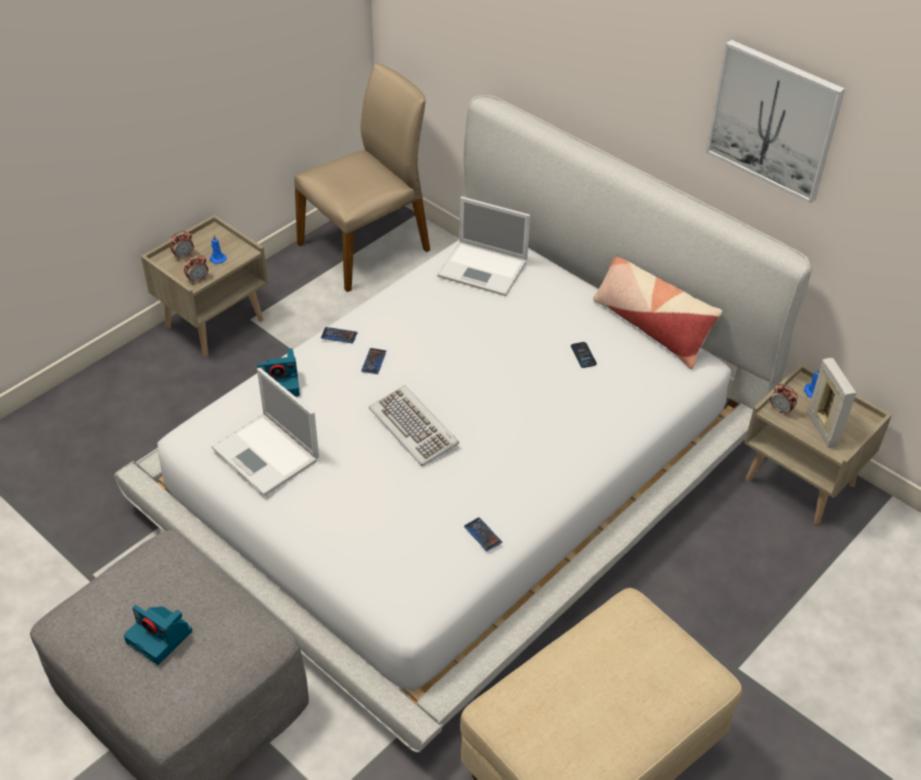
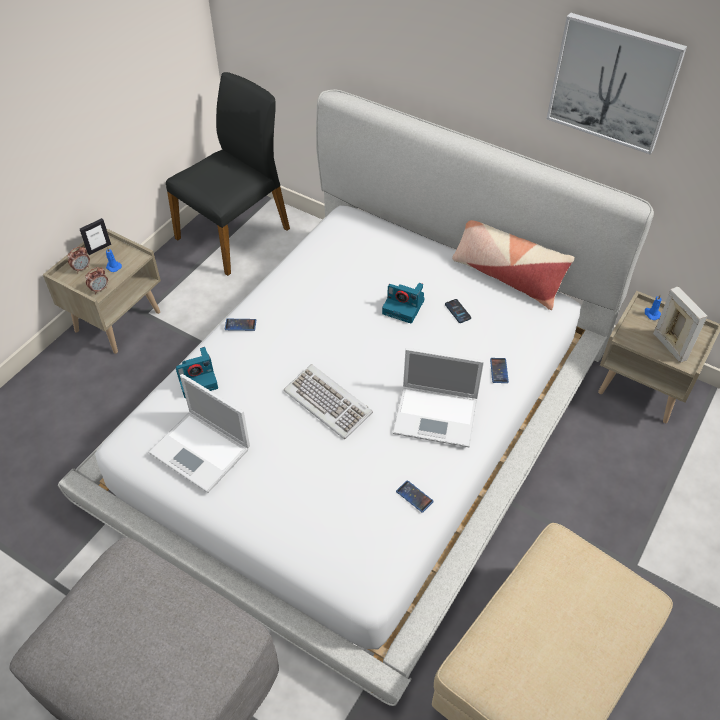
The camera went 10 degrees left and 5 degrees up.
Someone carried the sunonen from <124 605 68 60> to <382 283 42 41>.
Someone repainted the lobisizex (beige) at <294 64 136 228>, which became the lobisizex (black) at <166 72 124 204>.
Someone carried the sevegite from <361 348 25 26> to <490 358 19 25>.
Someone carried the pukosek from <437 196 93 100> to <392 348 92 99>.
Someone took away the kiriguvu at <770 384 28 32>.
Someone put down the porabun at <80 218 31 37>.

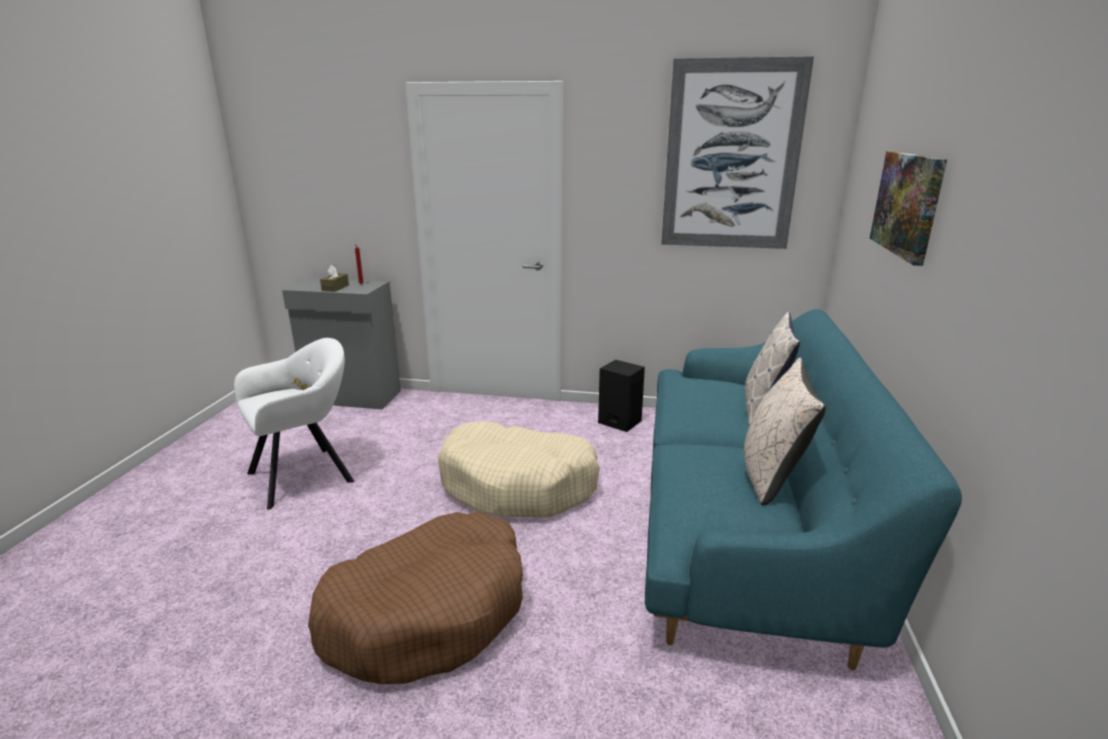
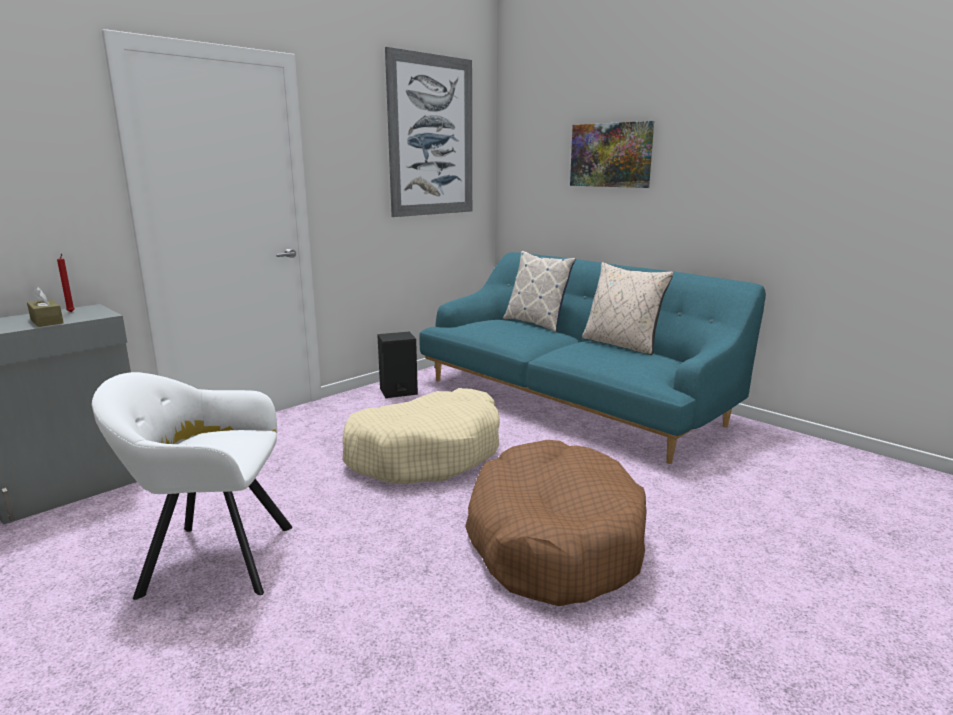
The camera went 55 degrees left and 5 degrees down.
Someone rotated the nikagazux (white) at <234 338 120 172> by 90 degrees counterclockwise.

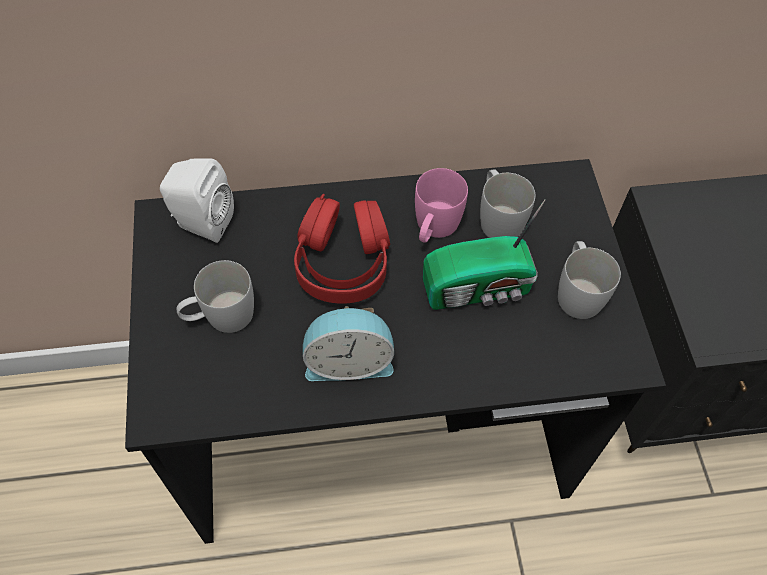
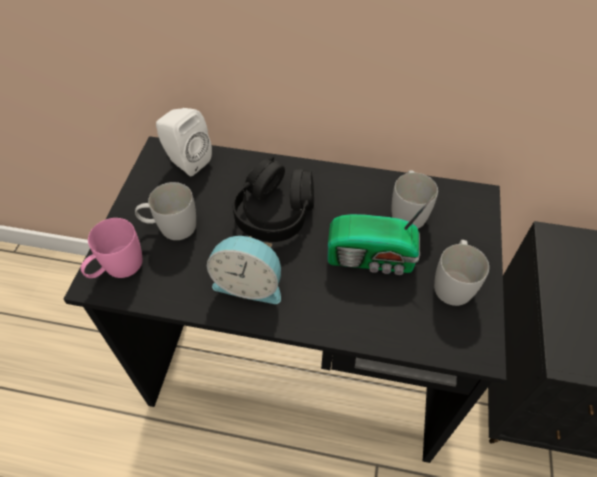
The camera went 20 degrees right and 5 degrees down.
Someone repainted the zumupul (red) at <294 194 96 110>, which became the zumupul (black) at <233 156 81 86>.
Someone carried the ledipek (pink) from <415 168 53 74> to <81 218 61 60>.

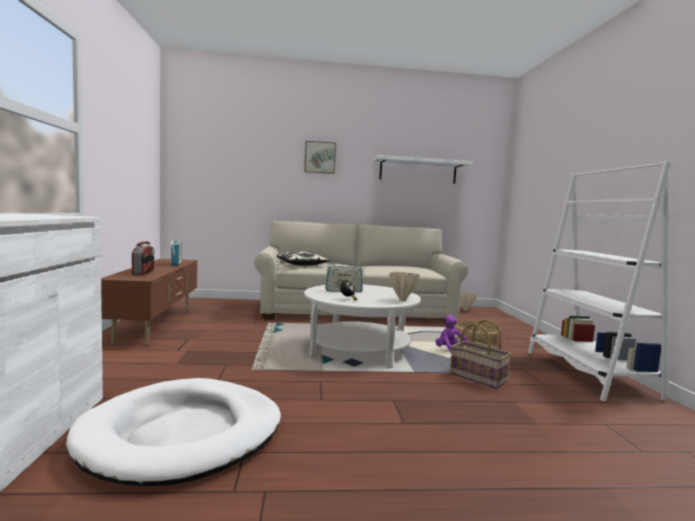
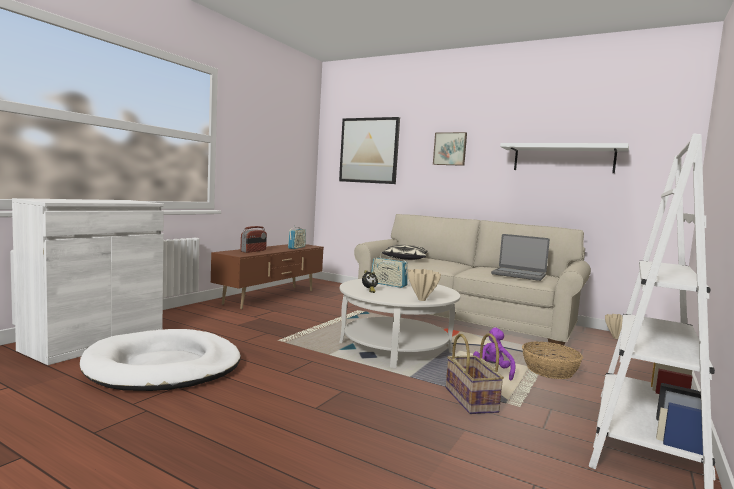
The camera went 35 degrees right and 0 degrees up.
Someone put up the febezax at <339 117 61 67>.
Someone put down the pukosek at <491 234 59 47>.

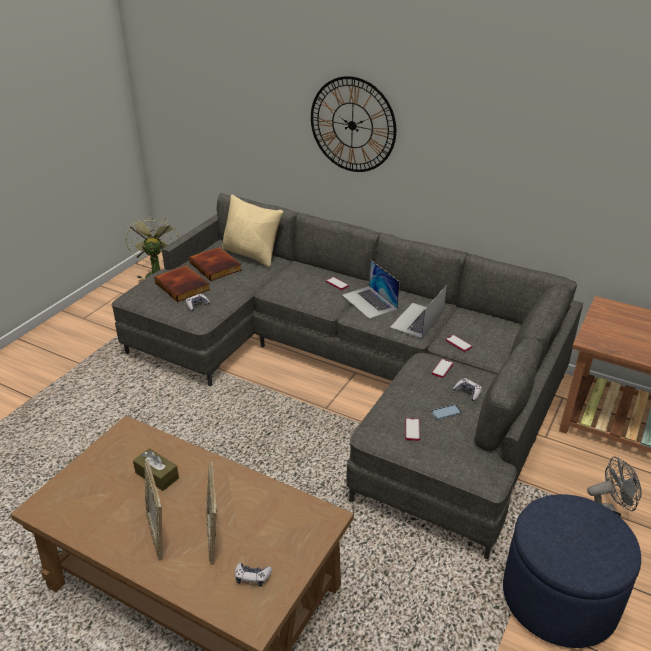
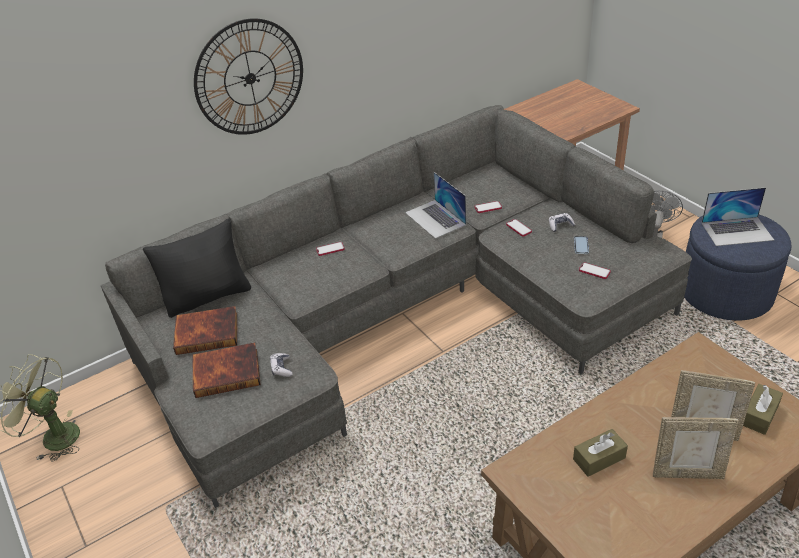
The camera went 60 degrees left and 5 degrees up.
Someone repainted the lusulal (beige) at <222 194 61 73>, which became the lusulal (black) at <143 218 108 100>.
Someone swapped the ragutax at <235 562 37 25> for the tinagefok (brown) at <743 384 40 51>.
Someone carried the pukosek from <342 260 58 59> to <702 187 72 59>.

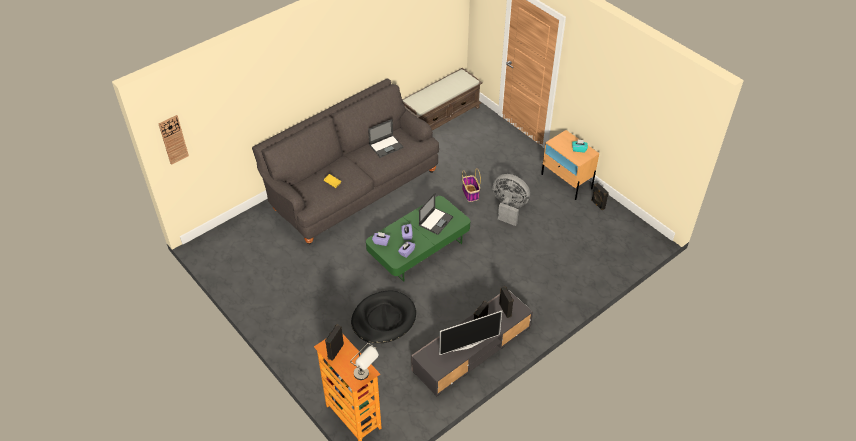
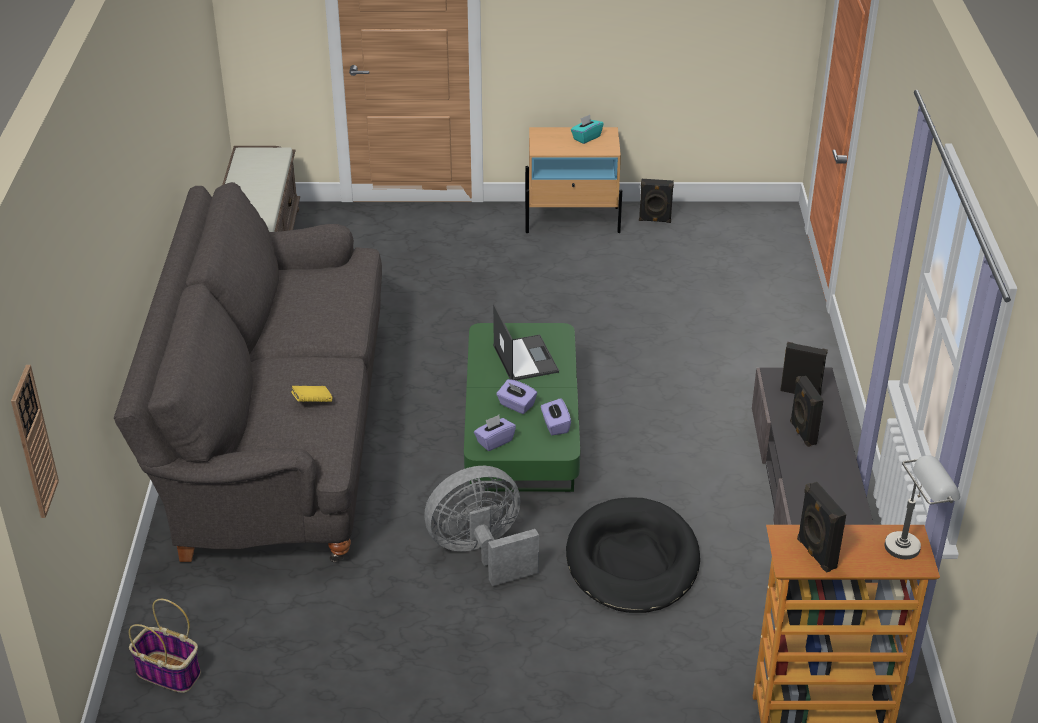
The camera went 50 degrees left and 10 degrees down.
Someone took away the pukosek at <368 119 36 39>.
Someone took away the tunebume at <439 311 63 44>.
Someone carried the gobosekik from <462 168 19 34> to <129 599 72 94>.
Someone carried the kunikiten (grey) from <493 174 37 52> to <424 466 115 120>.

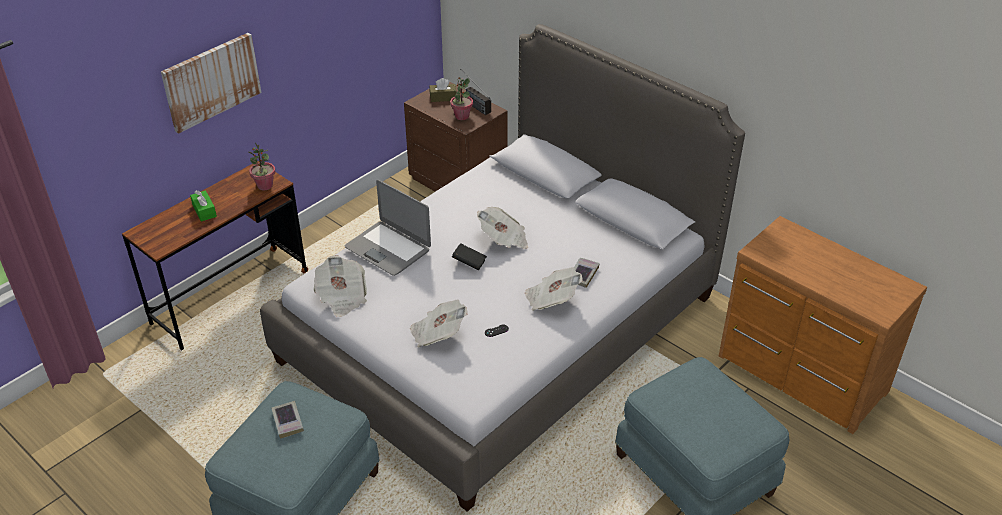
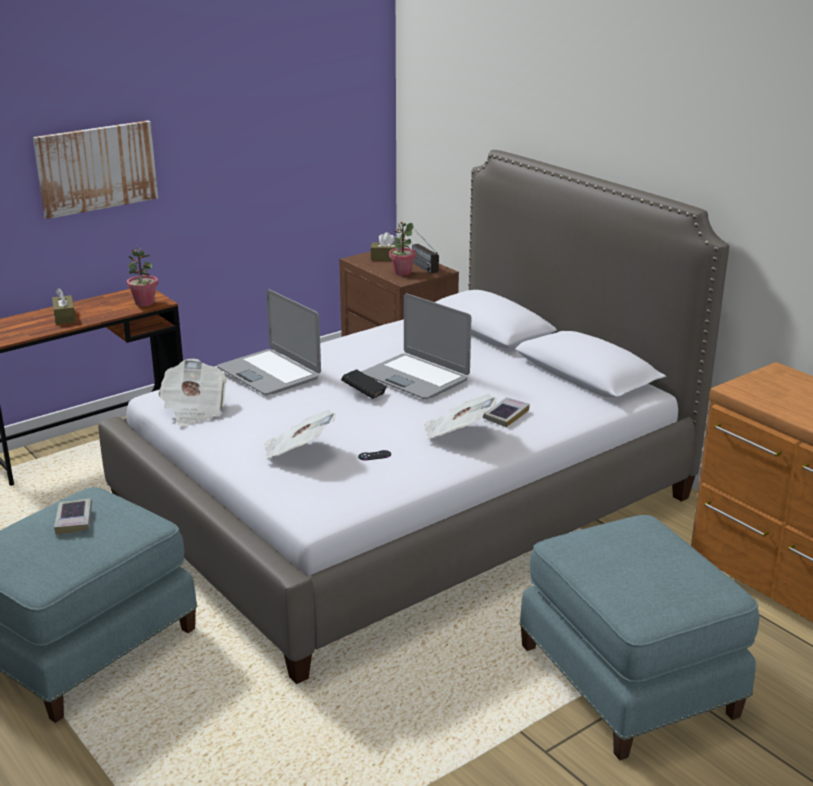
The camera went 10 degrees right and 15 degrees down.
Someone repainted the tinagefok (green) at <190 190 27 31>, which became the tinagefok (brown) at <52 288 24 37>.
Someone swapped the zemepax at <477 207 51 42> for the pukosek at <361 293 110 106>.

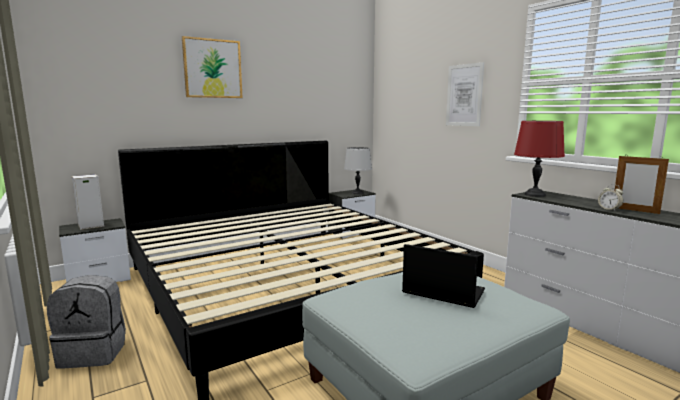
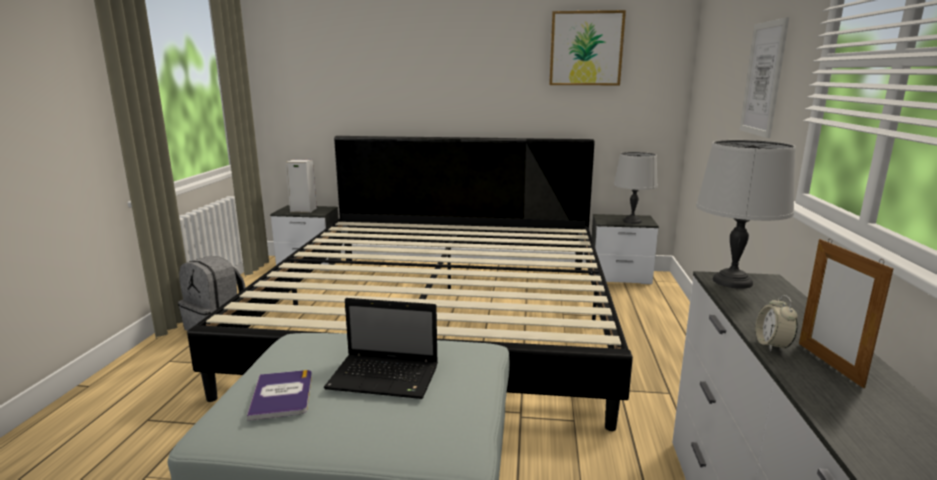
The camera went 40 degrees right and 5 degrees up.
Someone carried the febezax from <182 36 61 62> to <549 10 77 75>.
Someone rotated the pukosek at <402 244 83 64> by 120 degrees clockwise.
Someone repainted the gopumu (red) at <514 121 51 76>, which became the gopumu (grey) at <696 140 100 149>.
Someone put down the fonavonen at <247 370 65 50>.

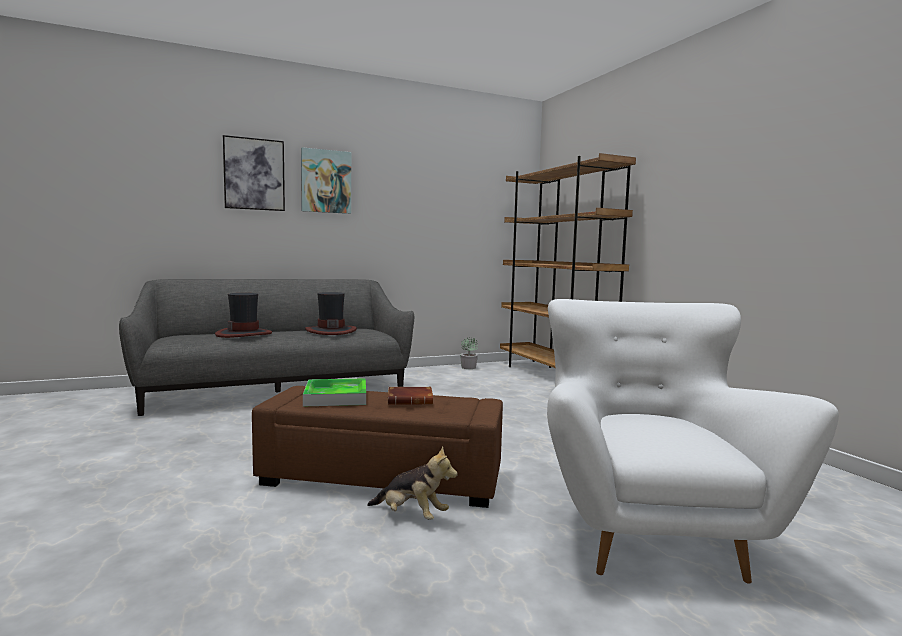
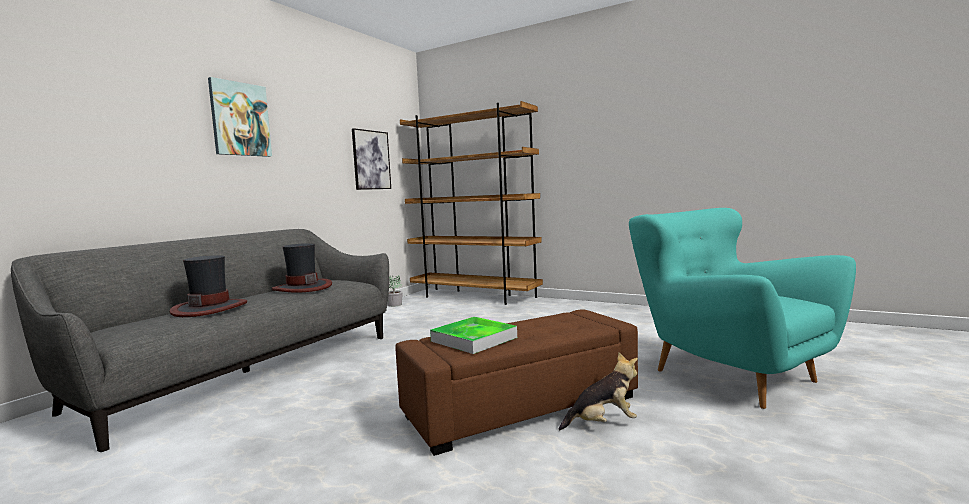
The camera went 35 degrees left and 0 degrees up.
Someone carried the febezax from <223 135 62 76> to <352 128 39 62>.
Someone took away the fonavonen (brown) at <388 387 45 18>.
Someone repainted the nikagazux (white) at <547 299 292 285>, which became the nikagazux (turquoise) at <629 208 227 201>.

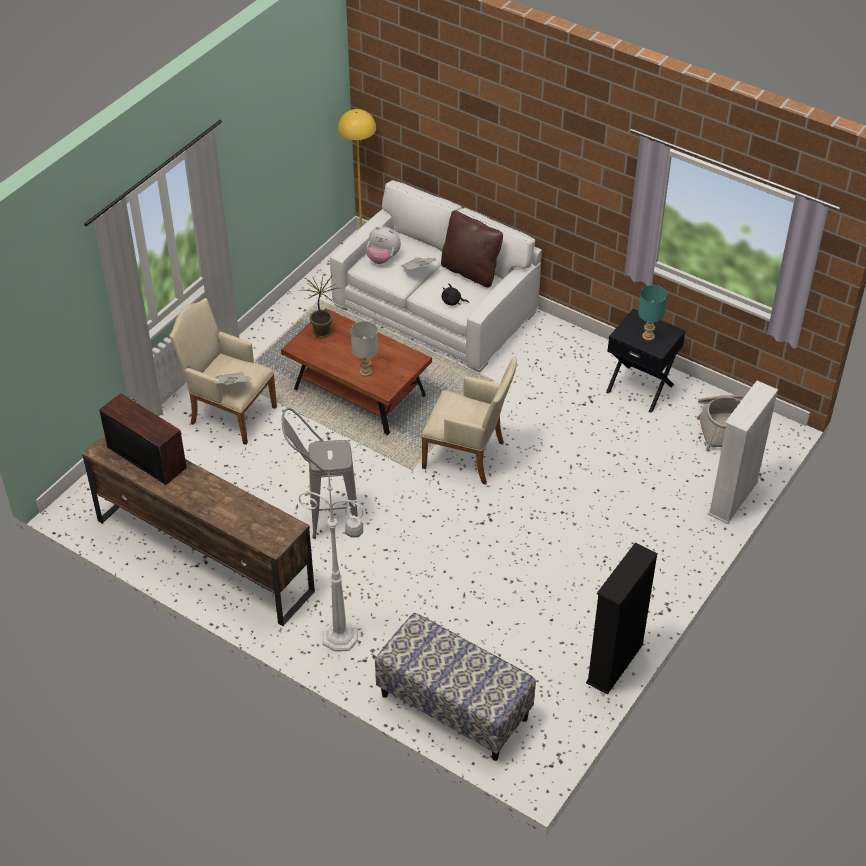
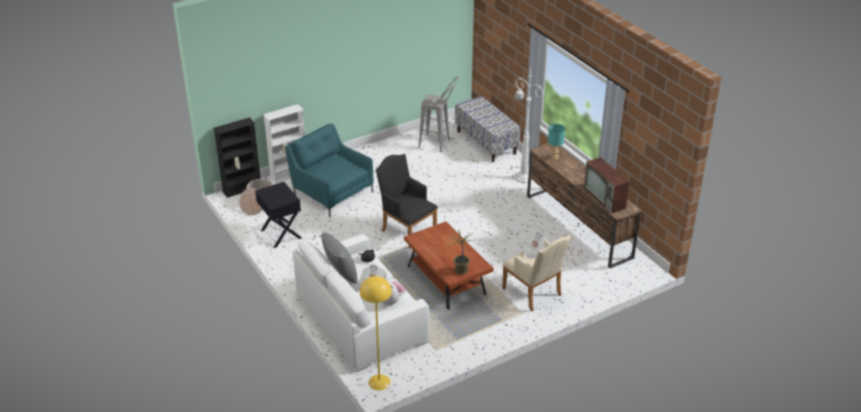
The camera went 155 degrees left and 10 degrees down.
Someone carried the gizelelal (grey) from <282 408 76 131> to <419 77 40 75>.
Someone took away the gopumu (grey) at <351 321 27 56>.
Someone repainted the nikagazux (beige) at <421 357 96 128>, which became the nikagazux (black) at <376 154 62 94>.
Someone repainted the lusulal (brown) at <441 210 62 78>, which became the lusulal (grey) at <321 232 36 51>.
Someone carried the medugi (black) from <586 543 72 152> to <213 117 47 81>.
Someone carried the gopumu (turquoise) from <638 285 29 56> to <548 124 17 36>.
Someone put down the nikagazux (turquoise) at <285 123 88 94>.

